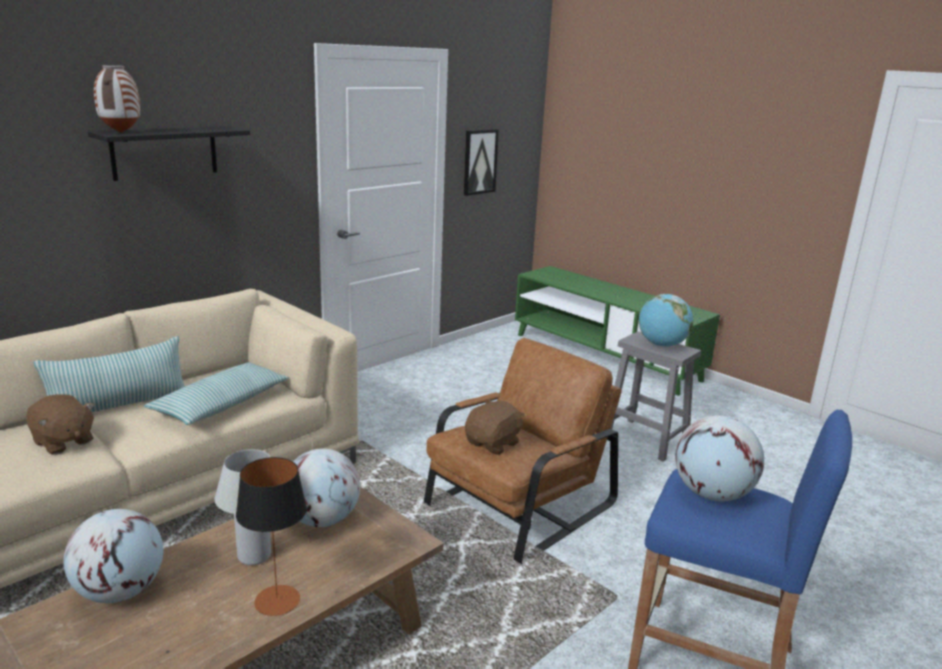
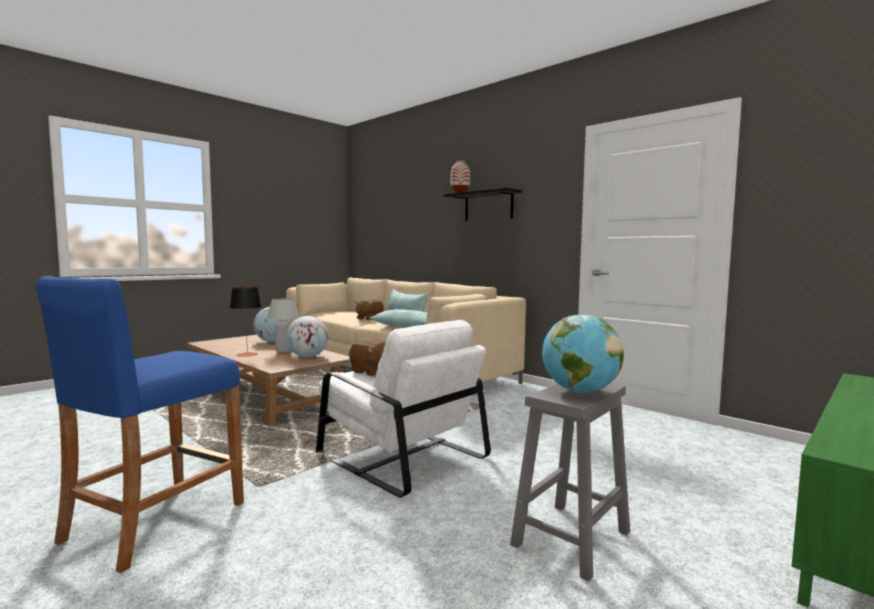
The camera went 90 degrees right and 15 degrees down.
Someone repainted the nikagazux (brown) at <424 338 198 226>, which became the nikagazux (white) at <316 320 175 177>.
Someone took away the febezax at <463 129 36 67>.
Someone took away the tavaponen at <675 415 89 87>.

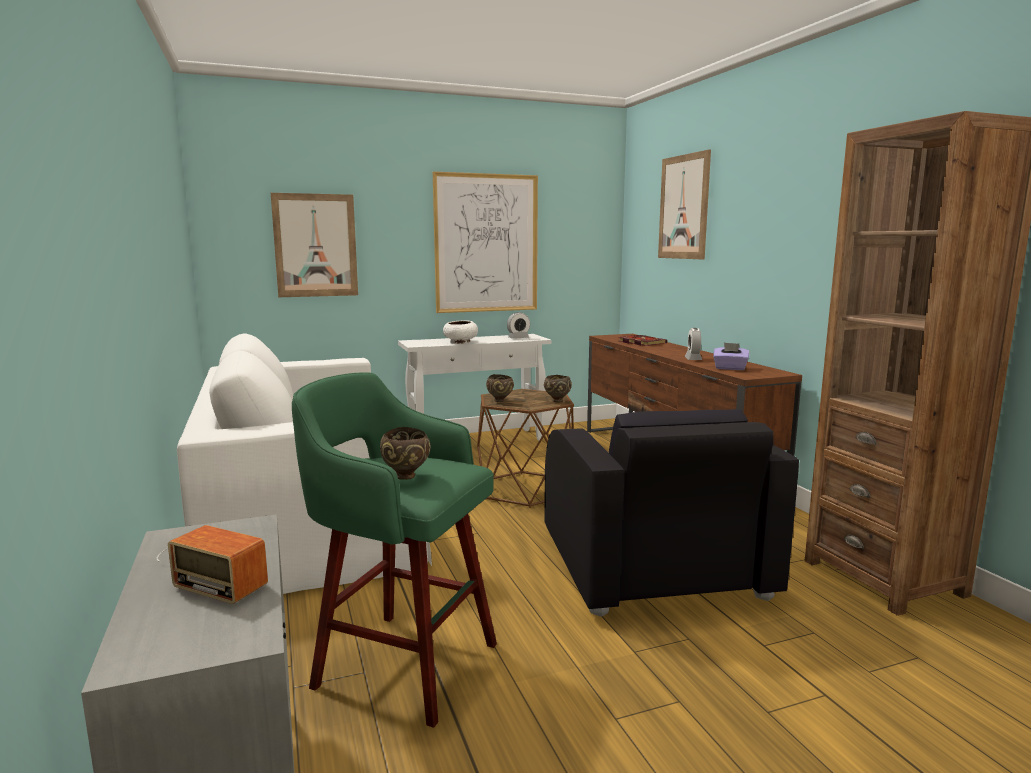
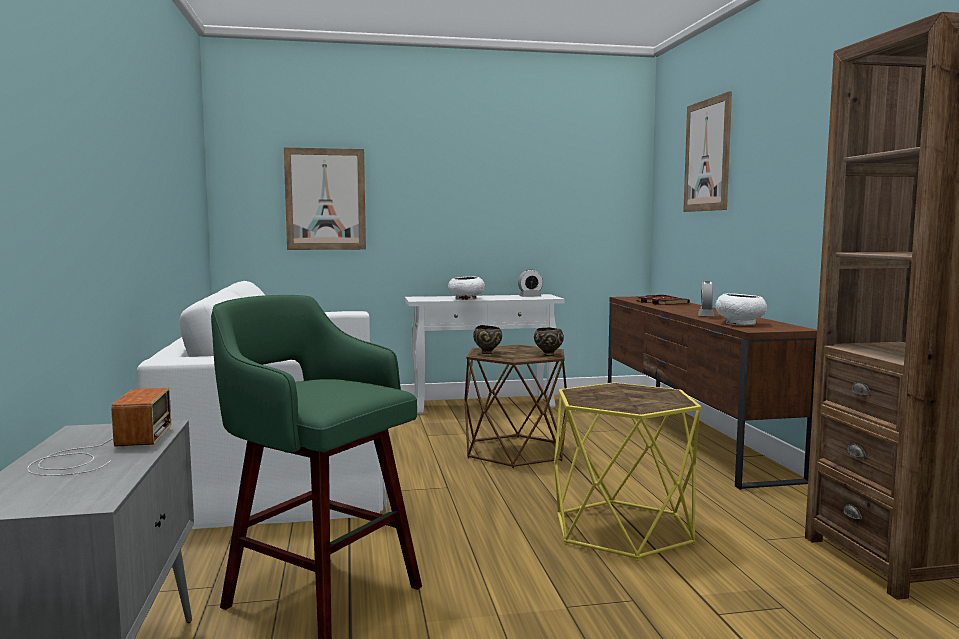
The camera went 10 degrees right and 5 degrees down.
Someone rotated the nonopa at <157 525 111 79> by 135 degrees counterclockwise.
Someone took away the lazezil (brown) at <380 427 51 53>.
Someone took away the febezax at <433 172 105 141>.
Someone swapped the nikagazux (black) at <544 409 255 208> for the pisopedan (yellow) at <554 382 147 179>.
Someone swapped the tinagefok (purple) at <713 343 36 27> for the lazezil (white) at <715 293 52 32>.

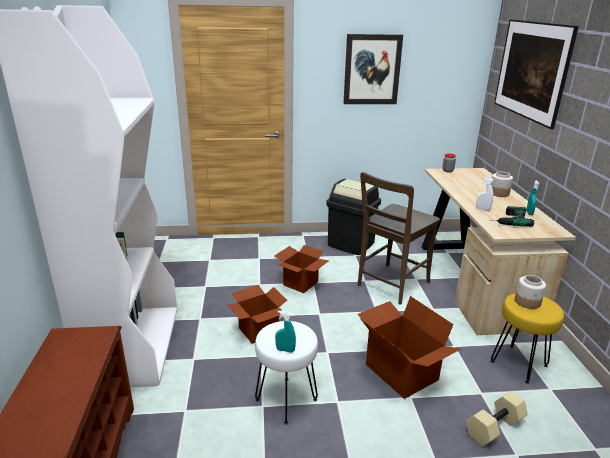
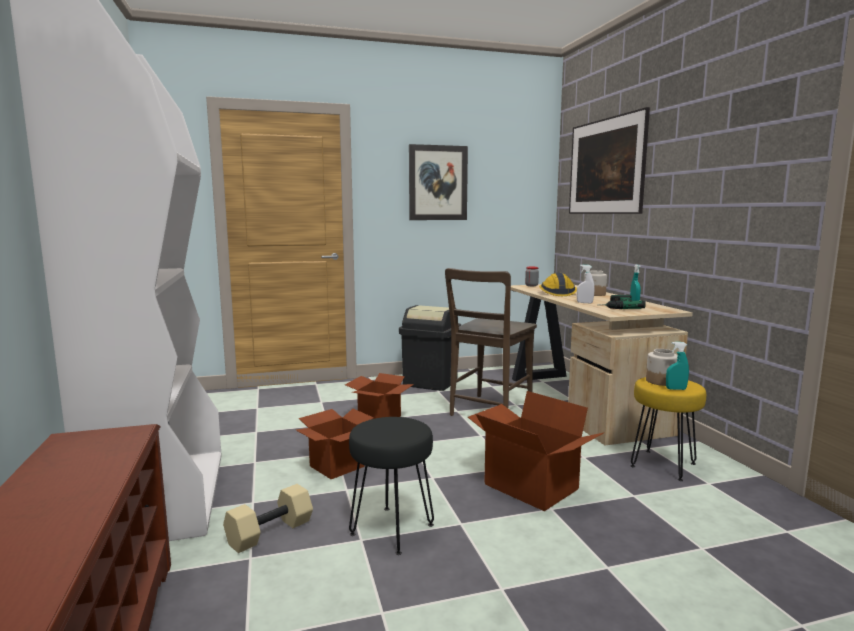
The camera went 10 degrees left and 15 degrees down.
Someone repainted the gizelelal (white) at <255 321 63 103>, which became the gizelelal (black) at <349 417 85 138>.
Someone carried the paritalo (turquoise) from <275 311 21 42> to <666 342 23 48>.
Someone carried the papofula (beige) from <466 391 62 55> to <223 484 90 69>.
Someone put down the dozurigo at <539 273 38 23>.

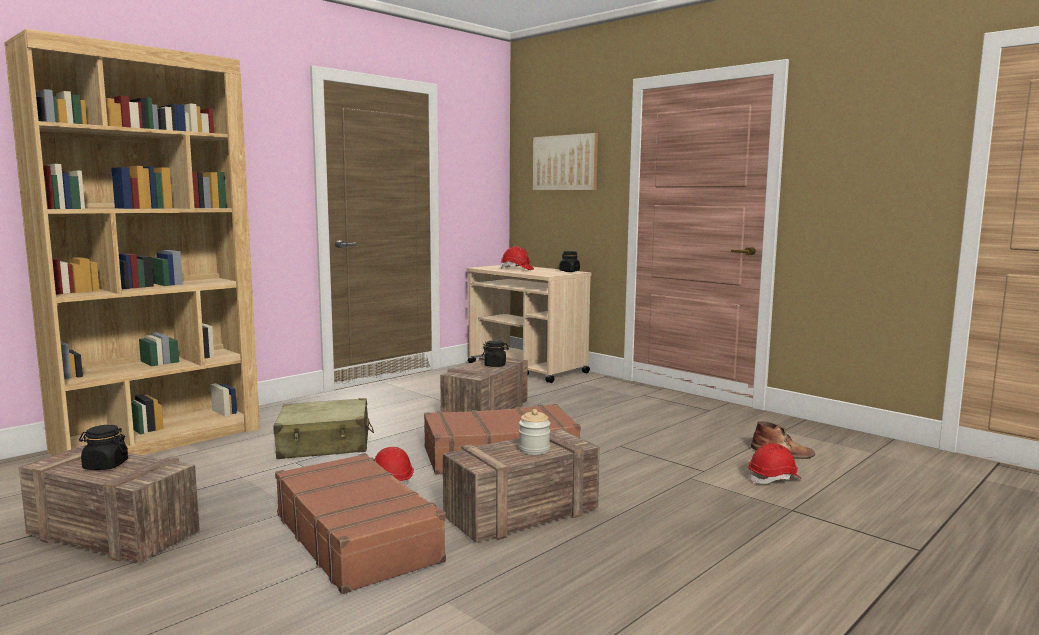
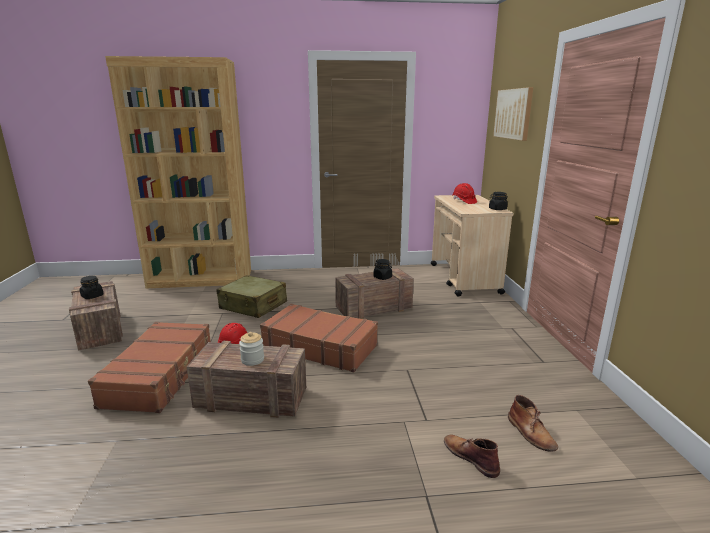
The camera went 40 degrees right and 10 degrees up.
Someone swapped the dozurigo (red) at <748 443 54 41> for the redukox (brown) at <444 434 56 44>.

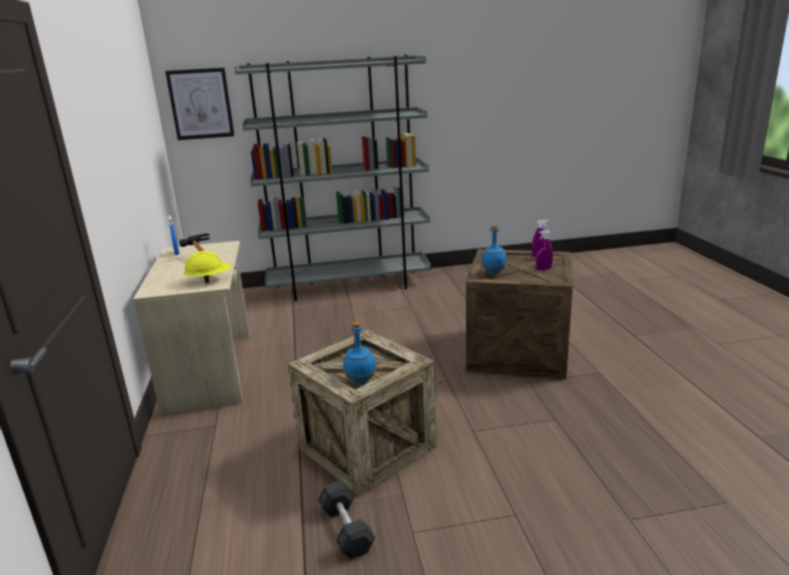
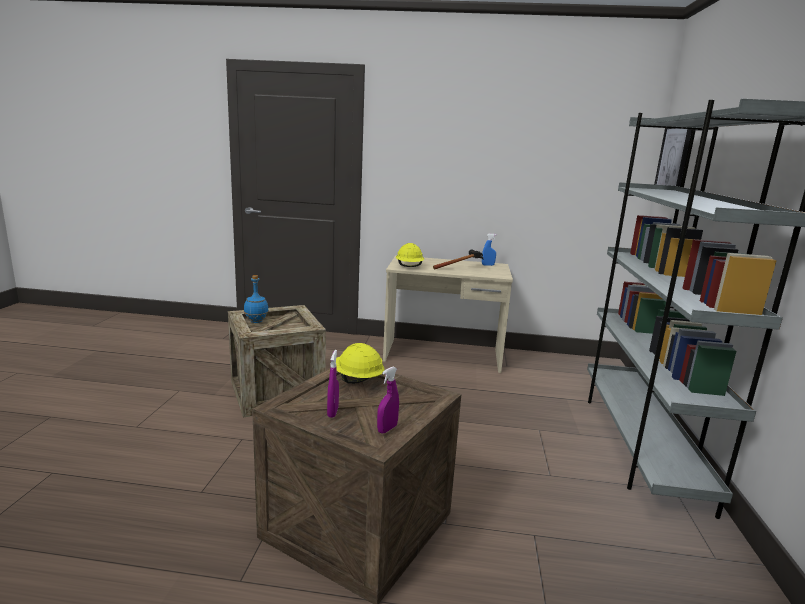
The camera went 105 degrees right and 5 degrees down.
Someone took away the papofula (grey) at <318 480 57 79>.
Someone swapped the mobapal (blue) at <482 225 25 50> for the dozurigo (yellow) at <336 343 48 41>.

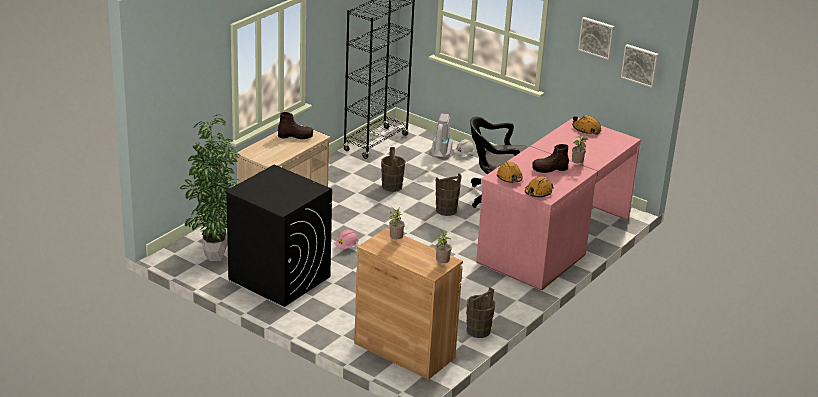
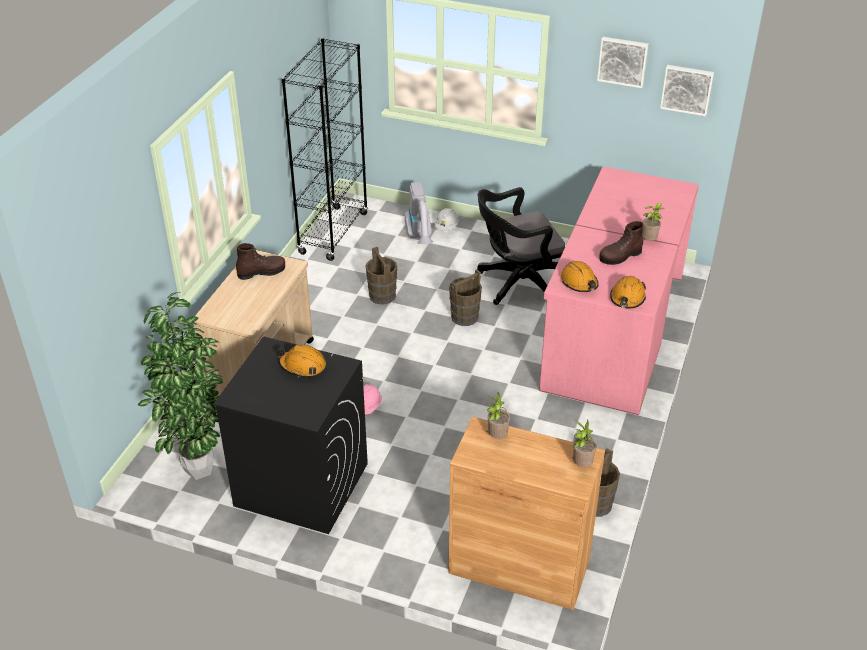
The camera went 15 degrees left and 10 degrees up.
Someone carried the dozurigo (orange) from <572 115 29 20> to <277 345 49 32>.

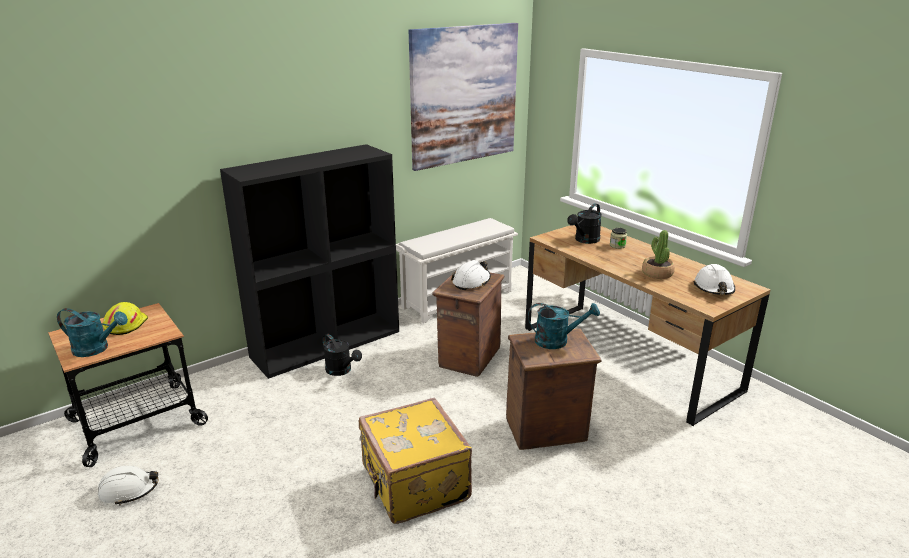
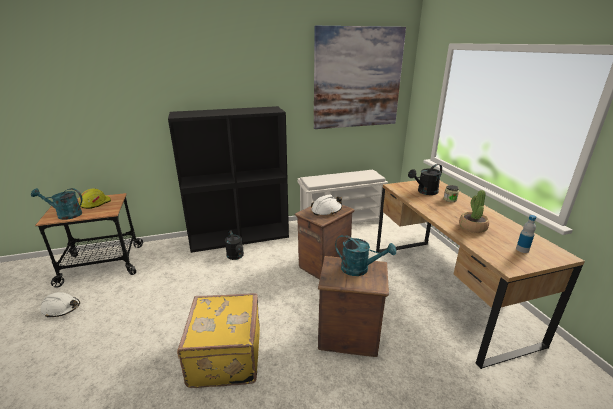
The camera went 20 degrees right and 0 degrees up.
Someone rotated the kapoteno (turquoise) at <57 308 71 49> by 150 degrees clockwise.
Someone swapped the dozurigo (white) at <694 264 41 31> for the mobapal at <516 215 20 38>.

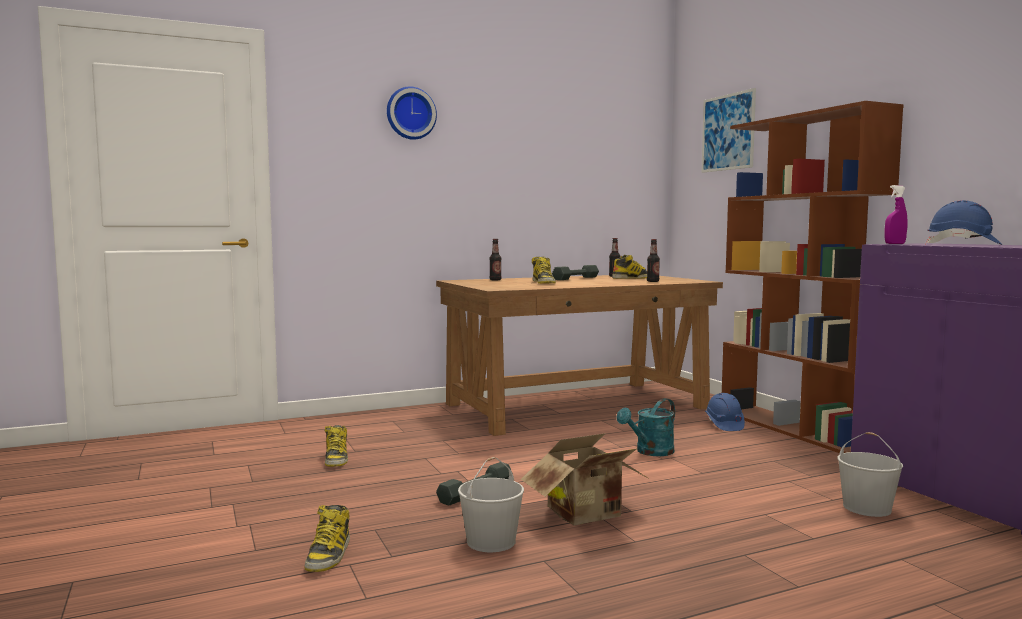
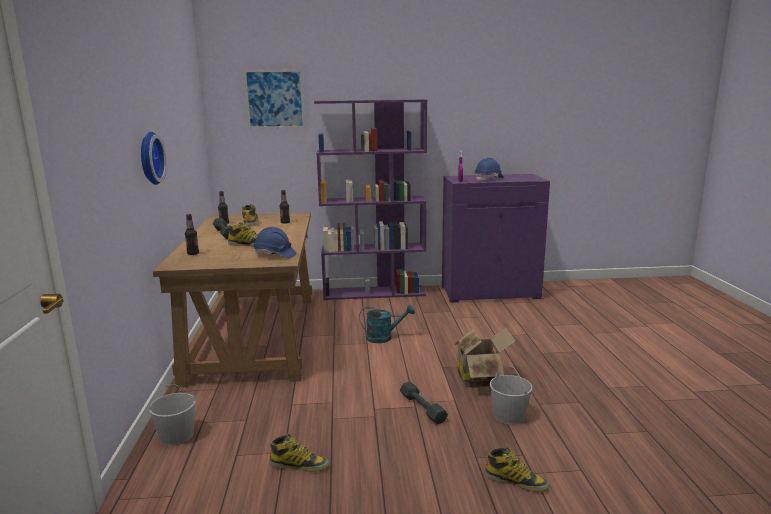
The camera went 70 degrees left and 10 degrees up.
Someone carried the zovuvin from <387 86 50 54> to <141 132 25 53>.
Someone rotated the kapoteno (turquoise) at <617 398 58 58> by 75 degrees counterclockwise.
Someone carried the dozurigo (blue) from <705 393 40 38> to <254 227 42 31>.
Someone repainted the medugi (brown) at <722 101 182 352>, which became the medugi (purple) at <314 99 113 201>.
Someone carried the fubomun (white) from <837 432 66 85> to <149 384 47 62>.

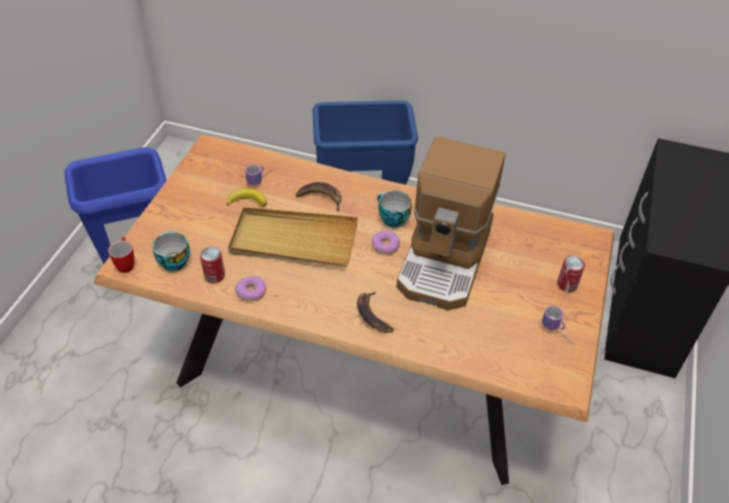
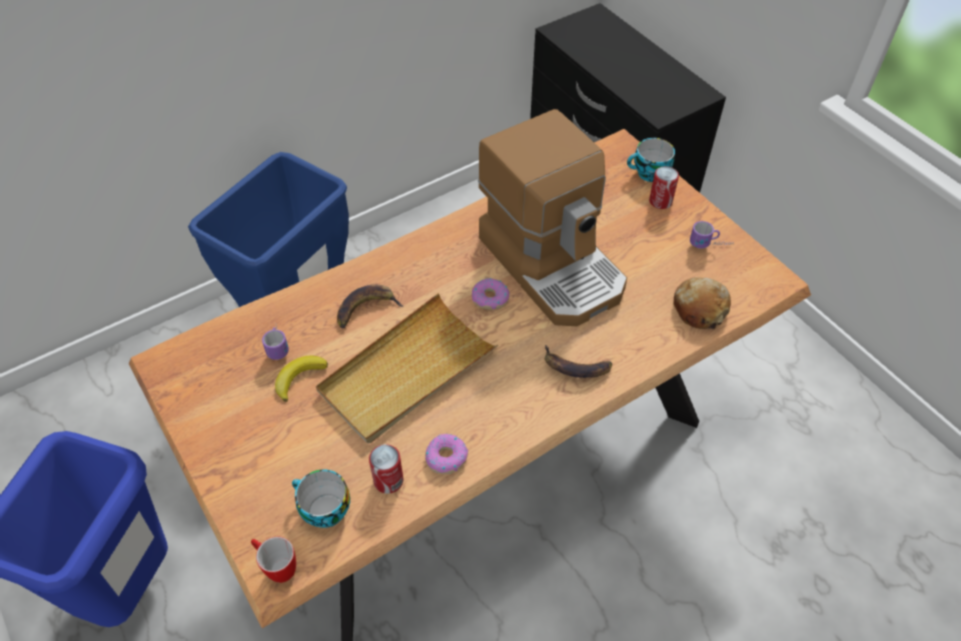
The camera went 50 degrees left and 5 degrees up.
Someone carried the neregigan from <377 191 35 37> to <627 138 48 44>.
Someone put down the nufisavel at <674 277 57 52>.

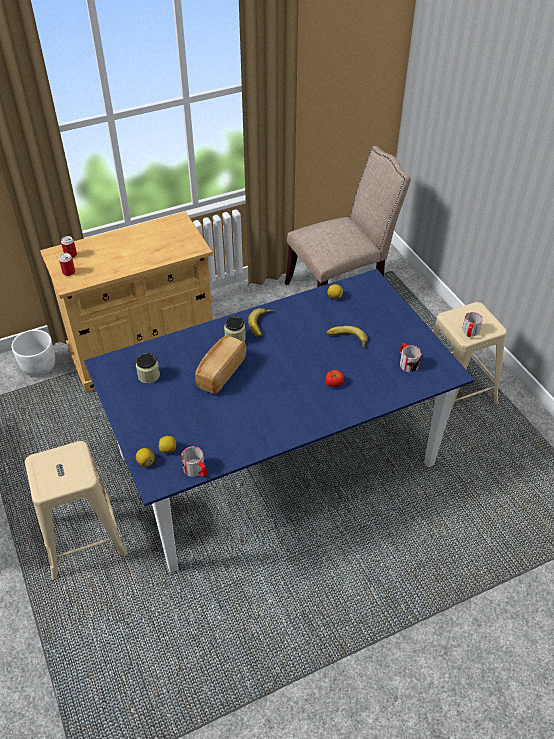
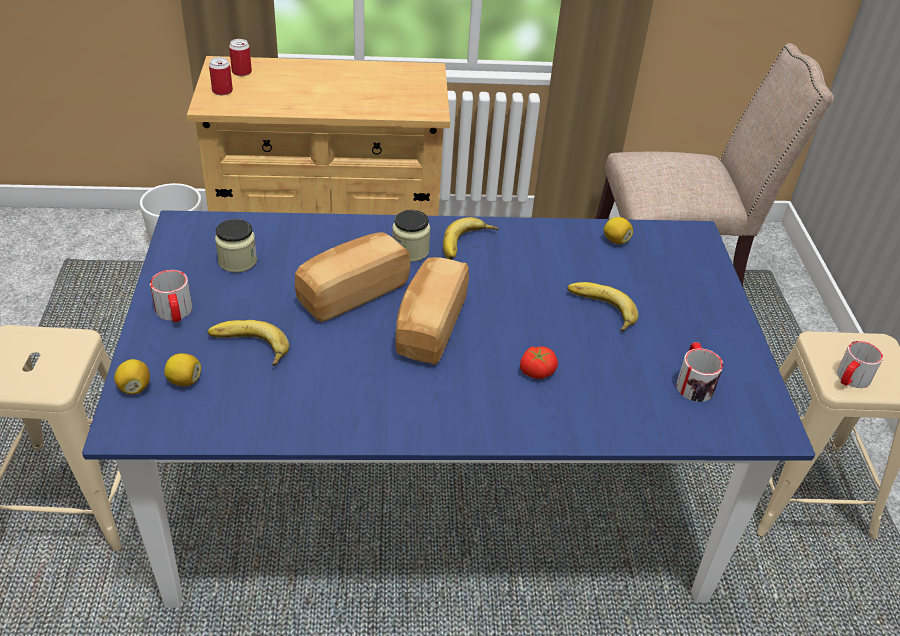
The camera went 20 degrees right and 5 degrees down.
Someone carried the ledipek from <181 447 26 30> to <150 270 42 52>.
Someone put down the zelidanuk at <207 320 82 46>.
Someone put down the nufisavel at <395 257 74 108>.

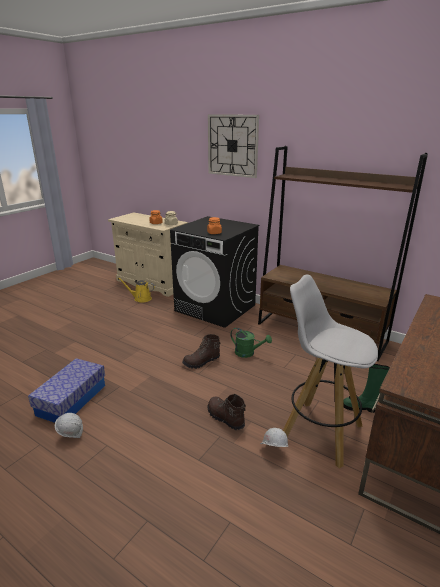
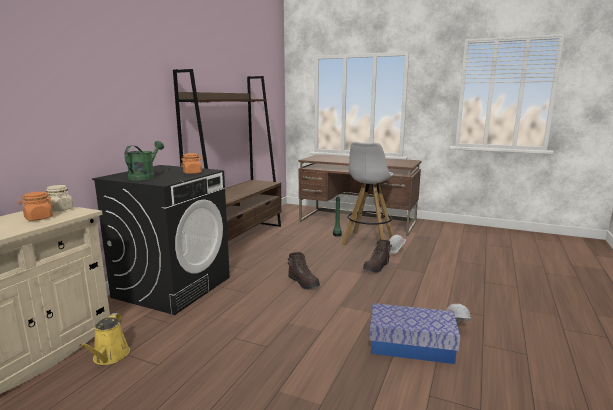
The camera went 100 degrees left and 10 degrees down.
Someone took away the zovuvin at <208 114 51 64>.
Someone carried the kapoteno (green) from <230 328 42 30> to <124 141 40 40>.

